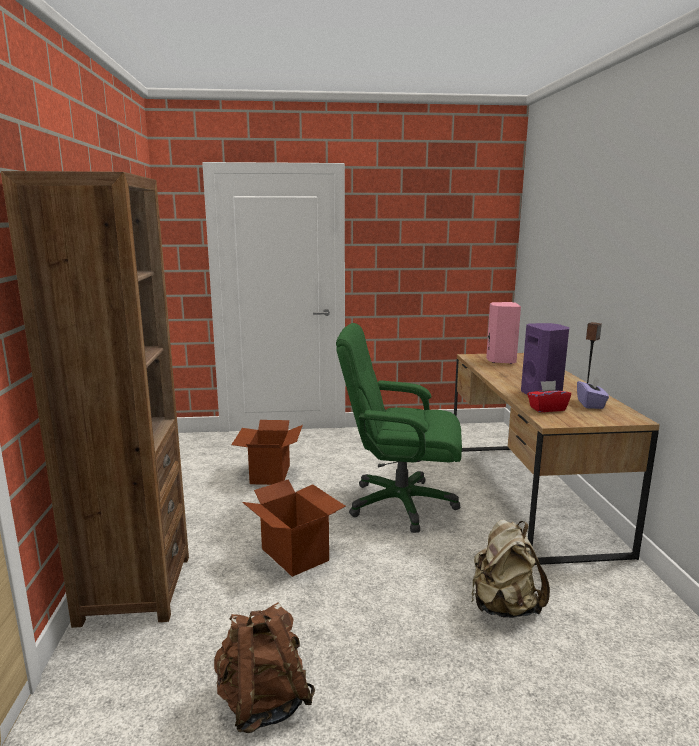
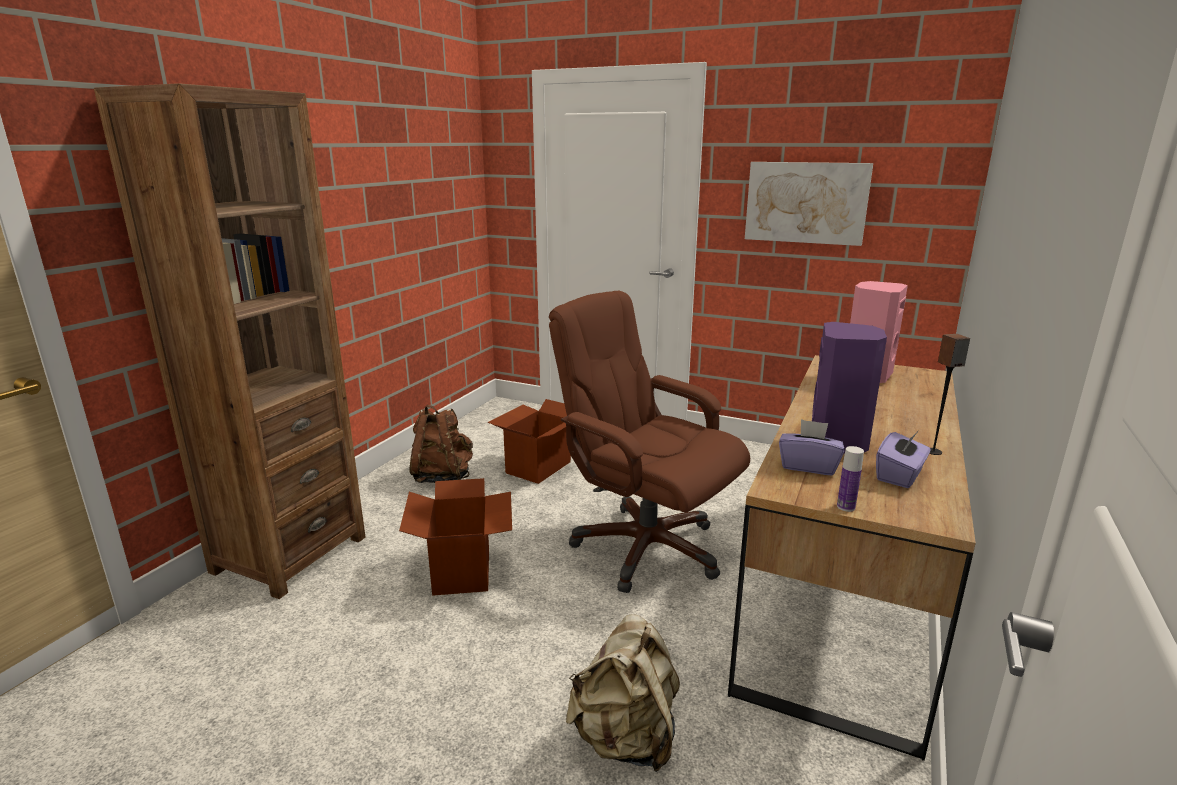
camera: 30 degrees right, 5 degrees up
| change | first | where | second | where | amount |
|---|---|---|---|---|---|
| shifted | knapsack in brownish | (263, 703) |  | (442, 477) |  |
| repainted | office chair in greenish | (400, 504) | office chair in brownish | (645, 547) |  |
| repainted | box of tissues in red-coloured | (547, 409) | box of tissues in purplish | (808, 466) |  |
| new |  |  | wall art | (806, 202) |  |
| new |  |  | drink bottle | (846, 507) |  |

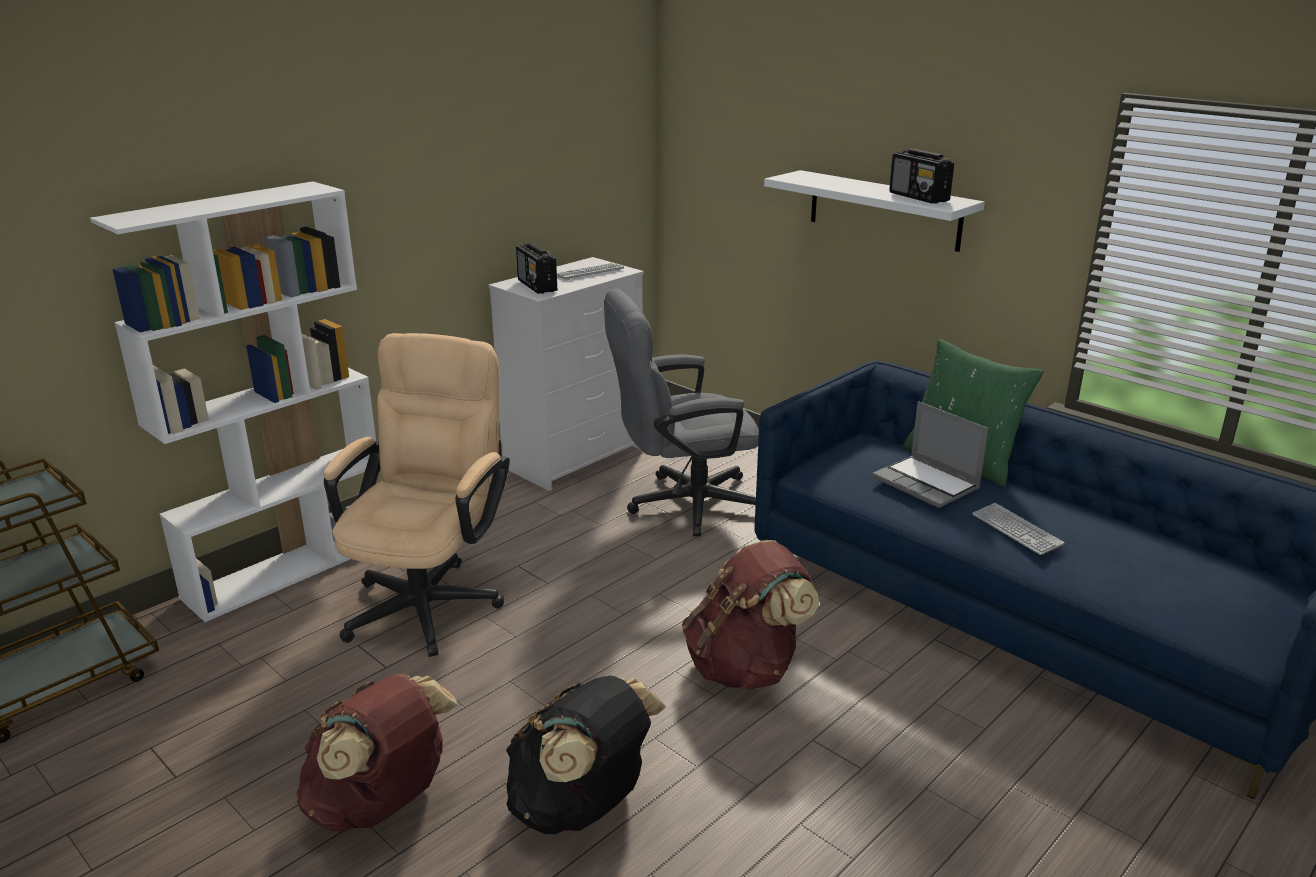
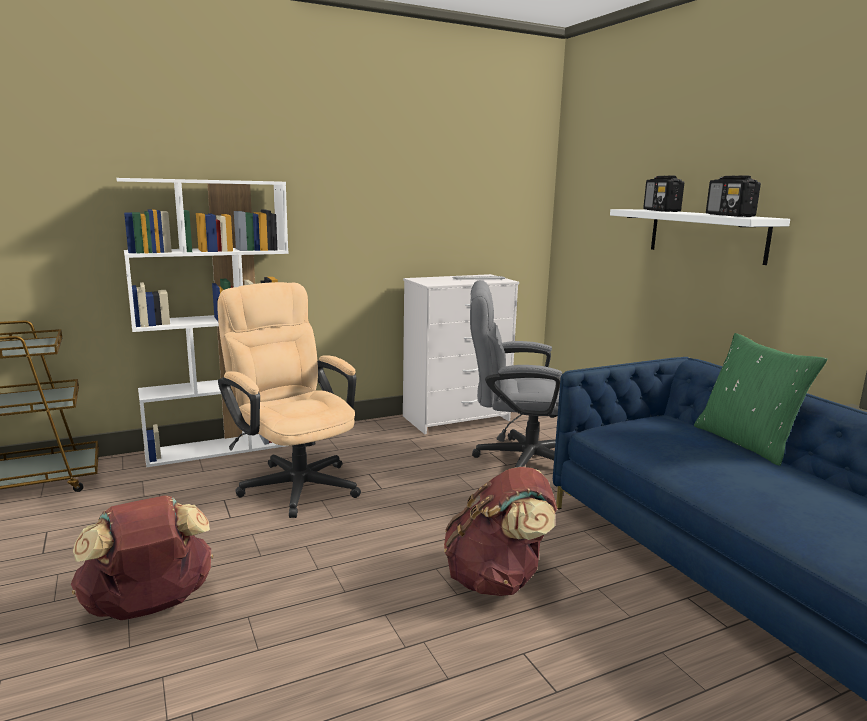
camera: 20 degrees right, 10 degrees down
| change | first | where | second | where | amount |
|---|---|---|---|---|---|
| rotated | office chair in beige-coloured | (430, 599) |  | (294, 482) | 75 degrees counterclockwise |
| gone | knapsack in blackish | (582, 806) |  |  |  |
| shifted | radio set | (537, 286) |  | (661, 211) |  |
| gone | portable computer | (927, 484) |  |  |  |
| gone | PC keyboard | (1016, 530) |  |  |  |

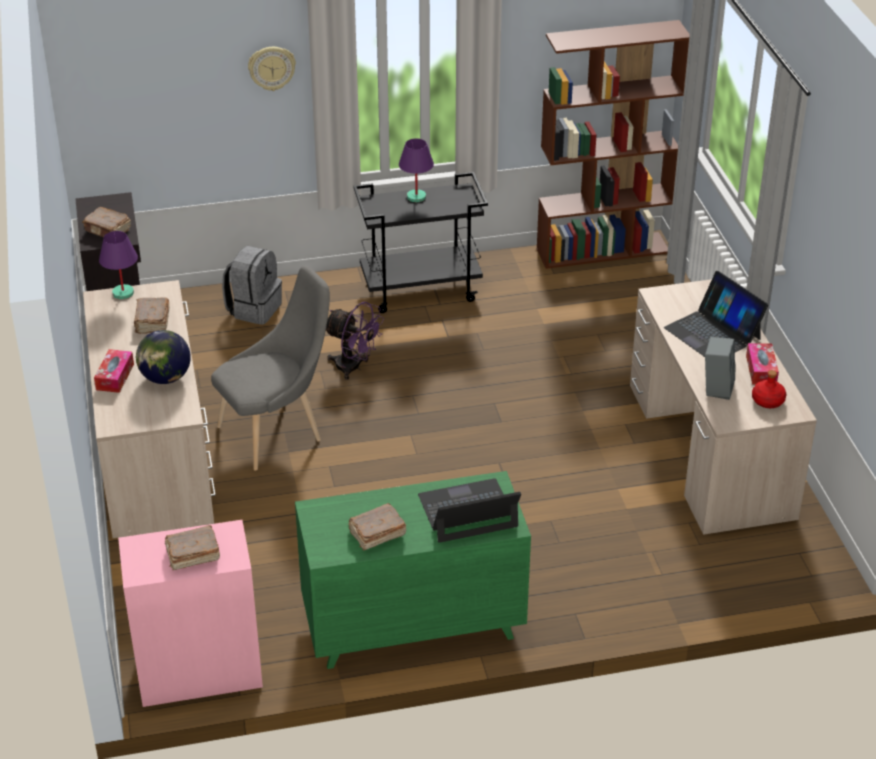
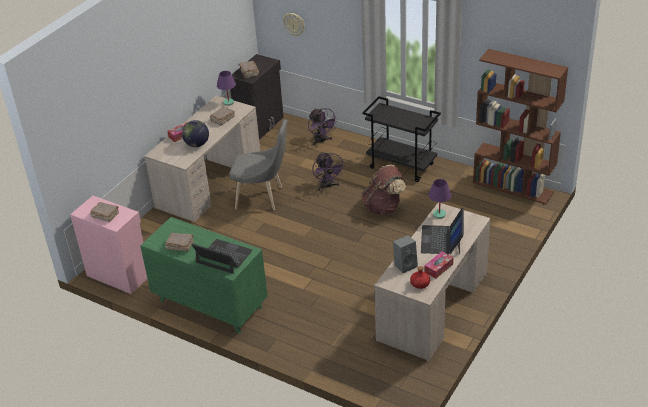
camera: 45 degrees right, 0 degrees up
| change | first | where | second | where | amount |
|---|---|---|---|---|---|
| swapped | knapsack in grey | (254, 309) | electric fan in purplish | (321, 141) |  |
| shifted | hanging clock | (271, 68) |  | (294, 24) |  |
| shifted | tabletop lamp in purplish | (416, 197) |  | (439, 214) |  |
| new |  |  | knapsack in brownish | (383, 207) |  |

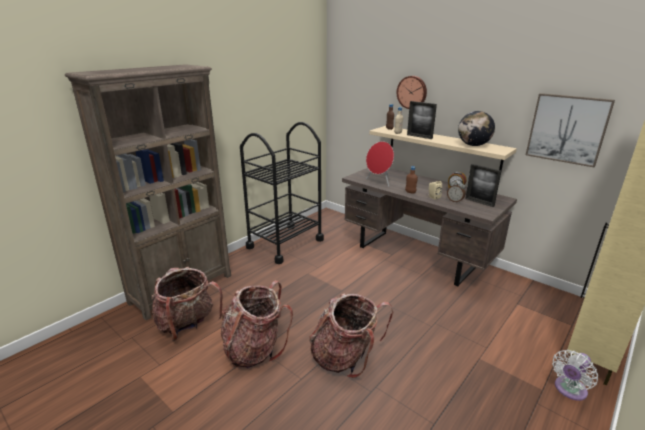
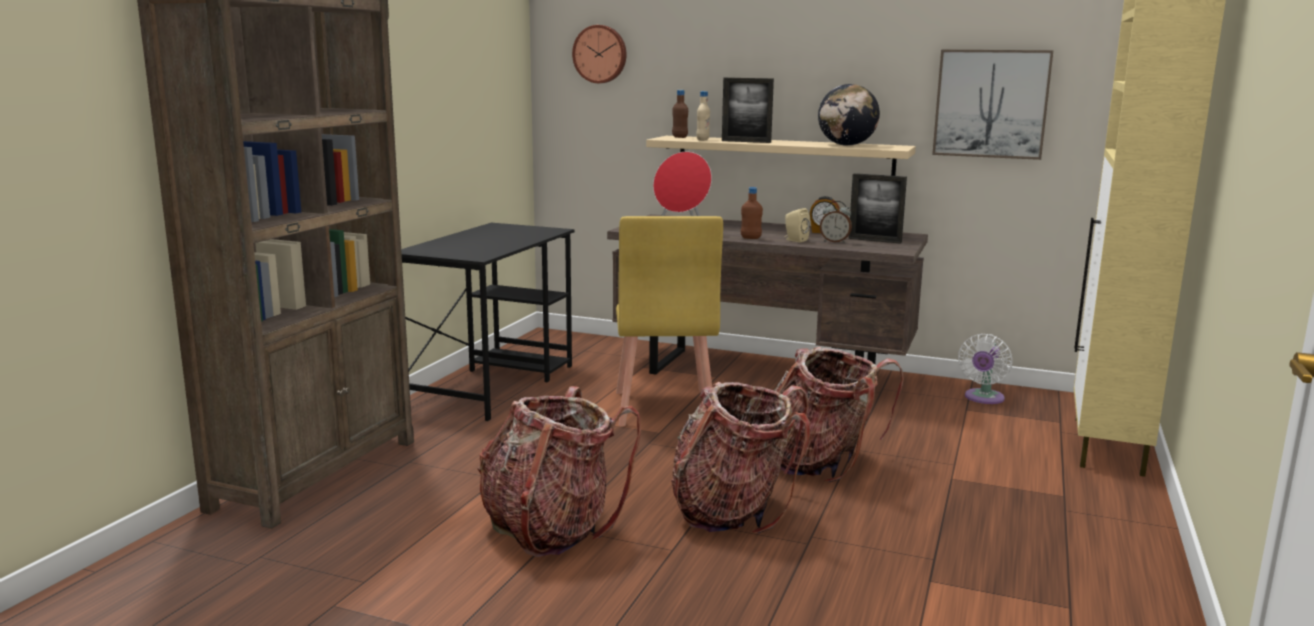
camera: 20 degrees left, 10 degrees down
| change | first | where | second | where | amount |
|---|---|---|---|---|---|
| shifted | knapsack | (187, 325) |  | (821, 464) |  |
| swapped | trolley in blackish | (285, 243) | desk in blackish | (493, 385) |  |
| shifted | hanging clock | (412, 92) |  | (600, 54) |  |
| shifted | electric fan in white | (569, 390) |  | (983, 398) |  |
| new |  |  | upright chair in yellowish | (663, 408) |  |

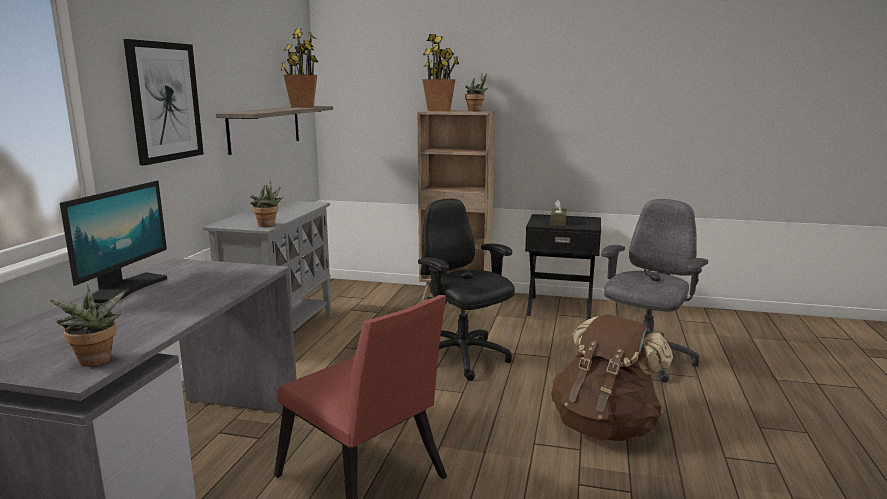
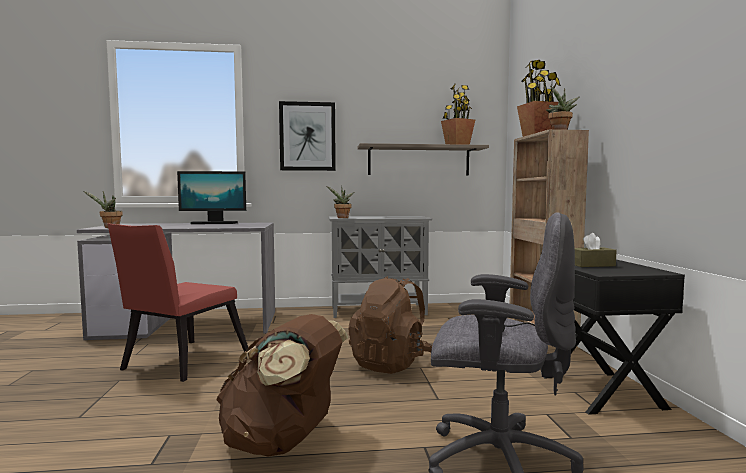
camera: 70 degrees right, 10 degrees down
| change | first | where | second | where | amount |
|---|---|---|---|---|---|
| swapped | office chair in blackish | (463, 359) | knapsack in brownish | (391, 363) |  |

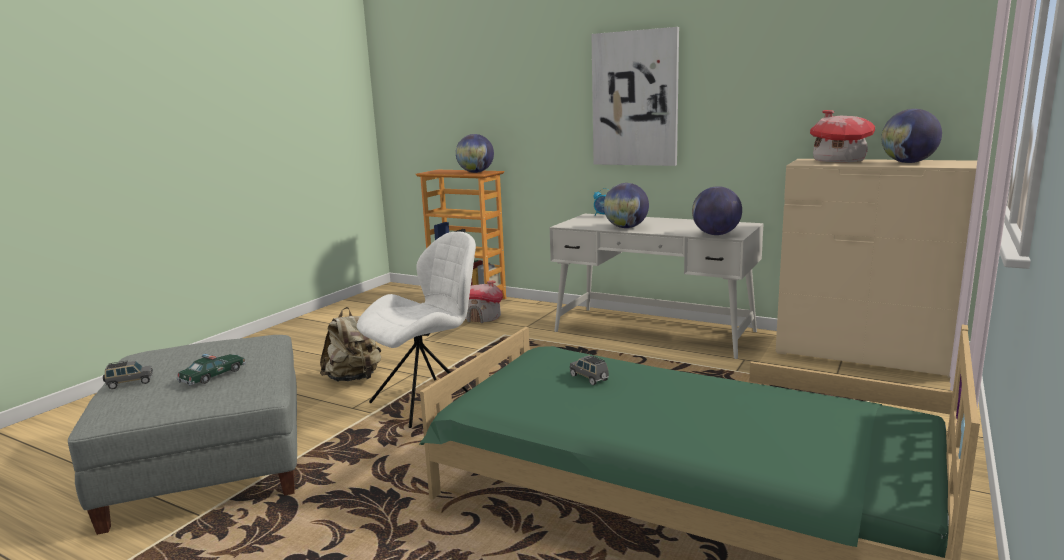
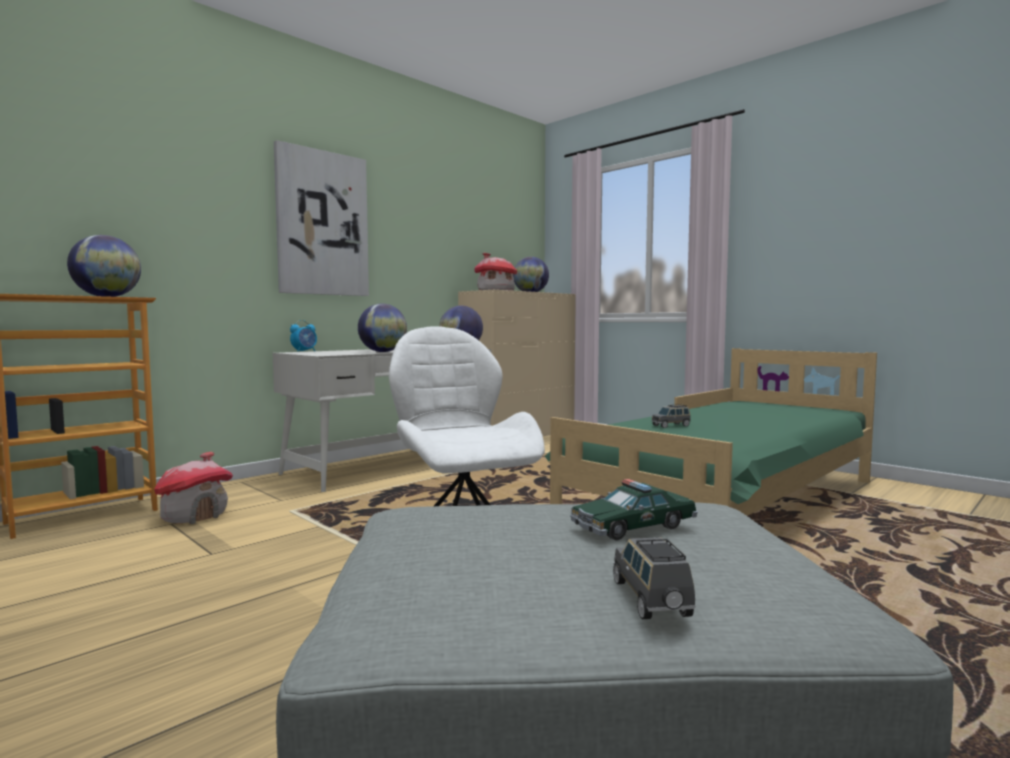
camera: 75 degrees left, 10 degrees down
| change | first | where | second | where | amount |
|---|---|---|---|---|---|
| rotated | toy car | (213, 376) |  | (633, 527) | 75 degrees counterclockwise |
| gone | knapsack in beige-coloured | (354, 379) |  |  |  |

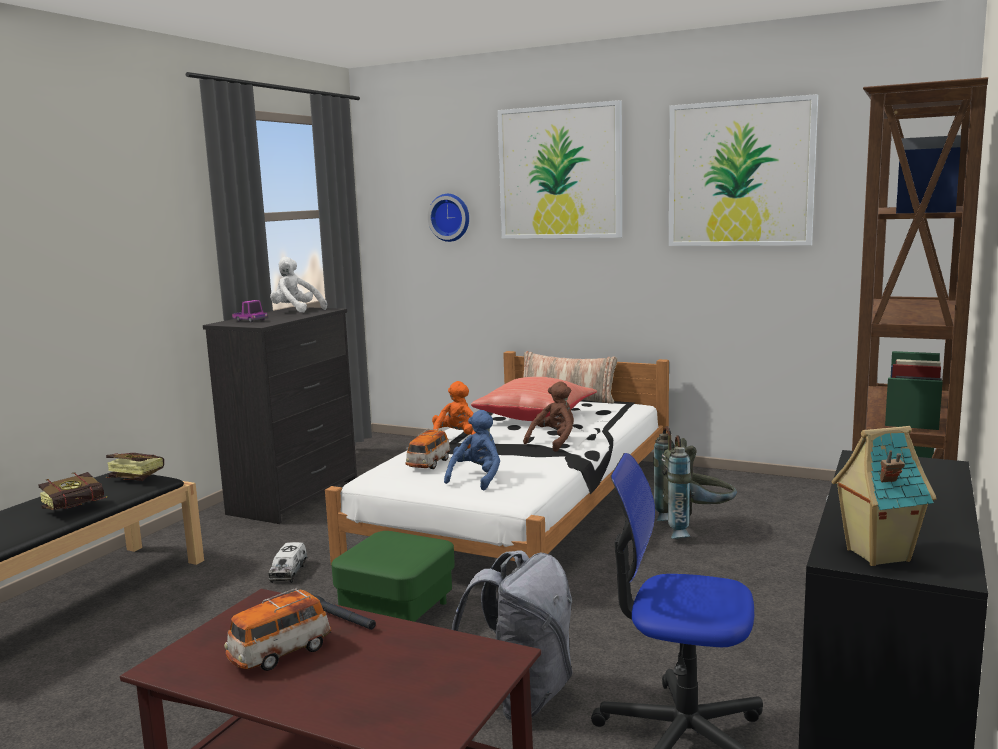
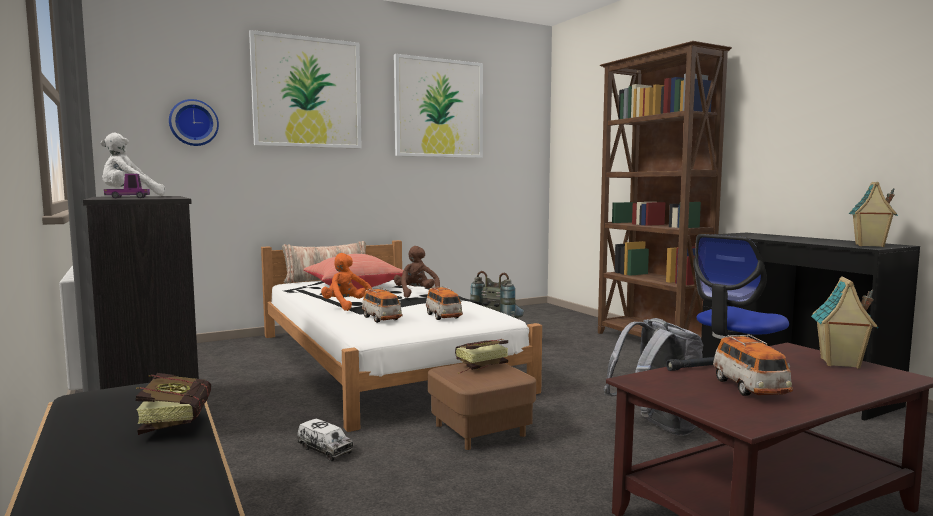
camera: 55 degrees left, 5 degrees down
| change | first | where | second | where | amount |
|---|---|---|---|---|---|
| shifted | book | (133, 478) |  | (477, 367) |  |
| repainted | footrest in greenish | (397, 612) | footrest in brownish | (480, 430) |  |
| swapped | soft toy in blue | (477, 478) | toy car | (443, 316) |  |
| new |  |  | miniature house | (839, 363) |  |

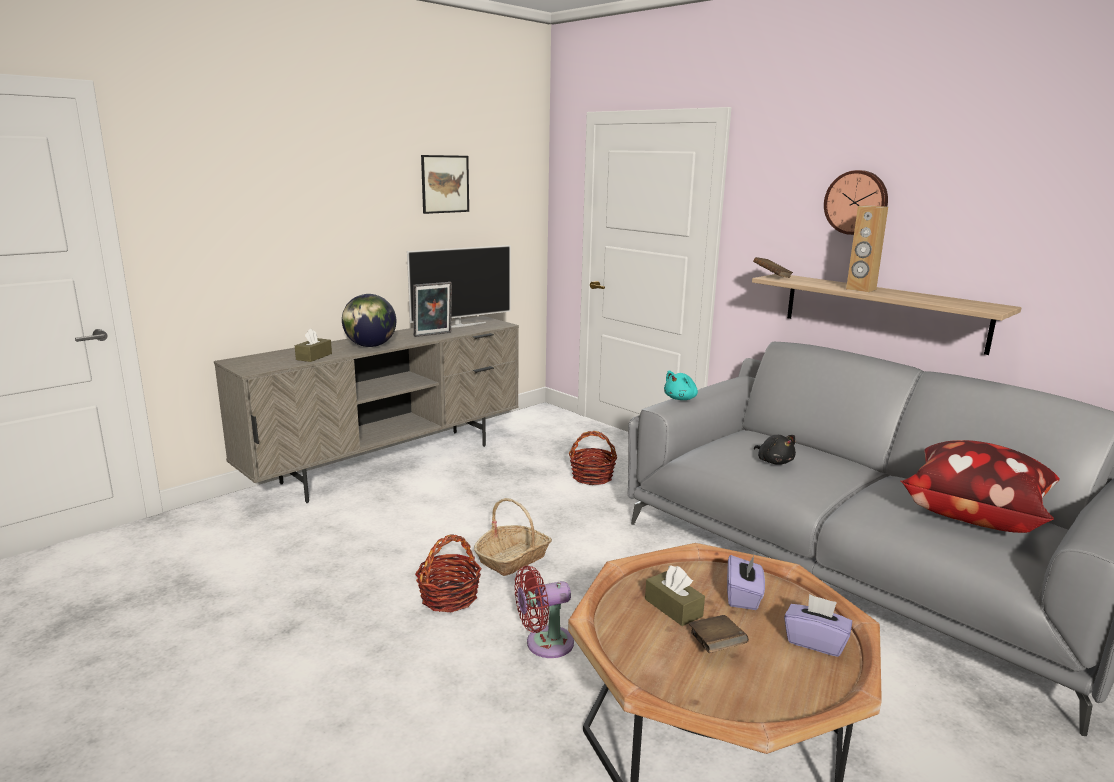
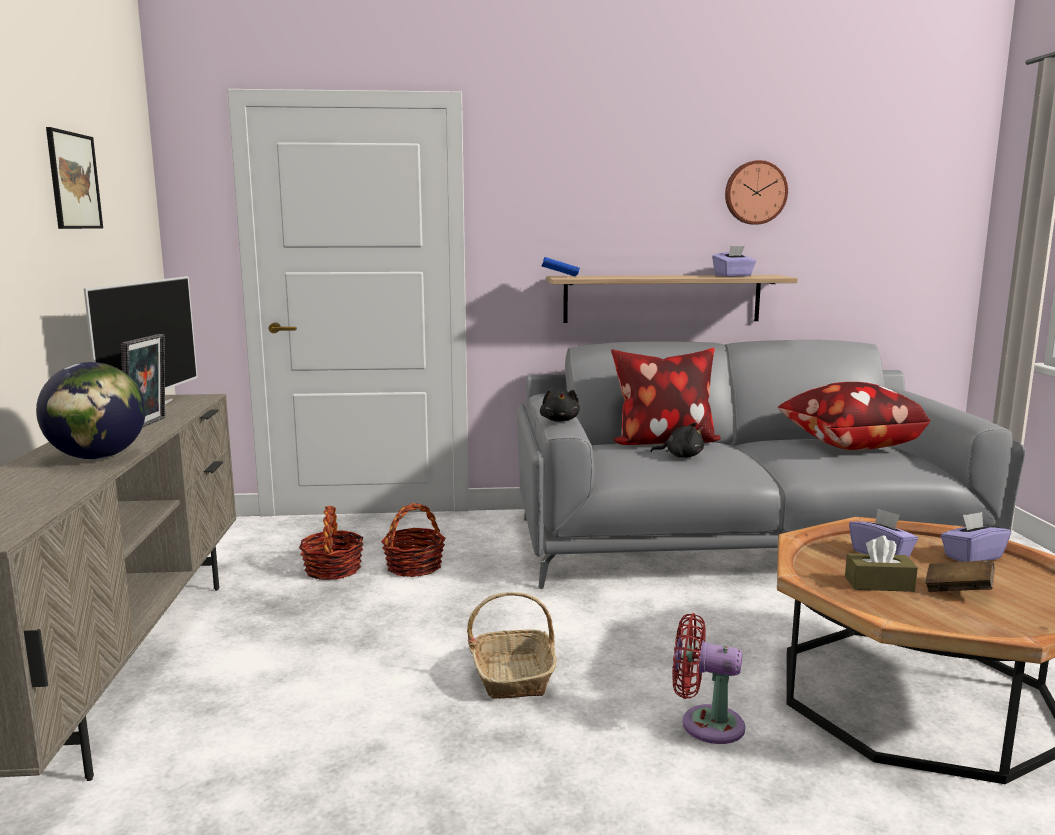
camera: 50 degrees left, 5 degrees down
| change | first | where | second | where | amount |
|---|---|---|---|---|---|
| gone | box of tissues in brownish | (314, 357) |  |  |  |
| shifted | storage basket | (449, 597) |  | (333, 569) |  |
| rotated | electric fan in red-coloured | (544, 644) |  | (705, 724) | 90 degrees clockwise |
| repainted | soft toy in turquoise-coloured | (681, 399) | soft toy in blackish | (560, 420) |  |
| repainted | book in brownish | (771, 276) | book in blue | (560, 277) |  |
| shifted | hanging clock | (856, 202) |  | (755, 192) |  |
| gone | loudspeaker in brownish | (861, 289) |  |  |  |
| new |  |  | cushion | (663, 443) |  |
| new |  |  | box of tissues in purplish | (733, 276) |  |

